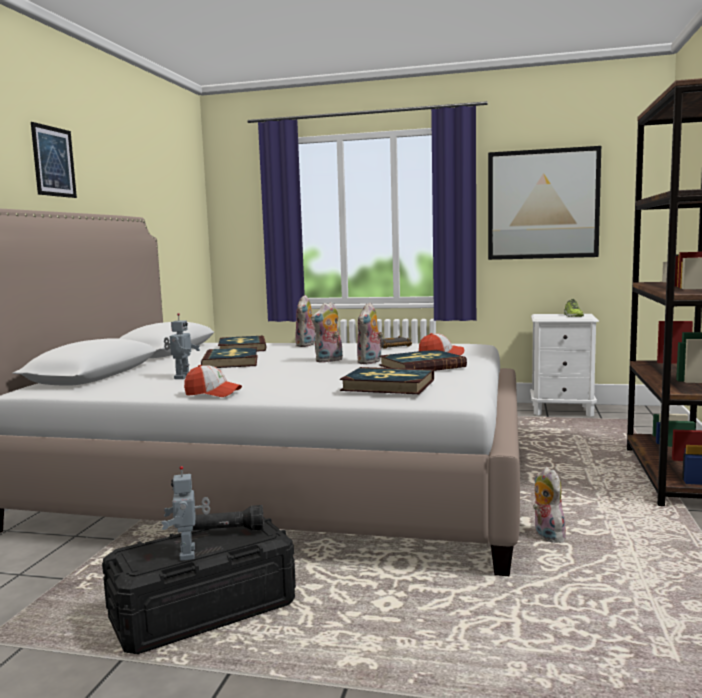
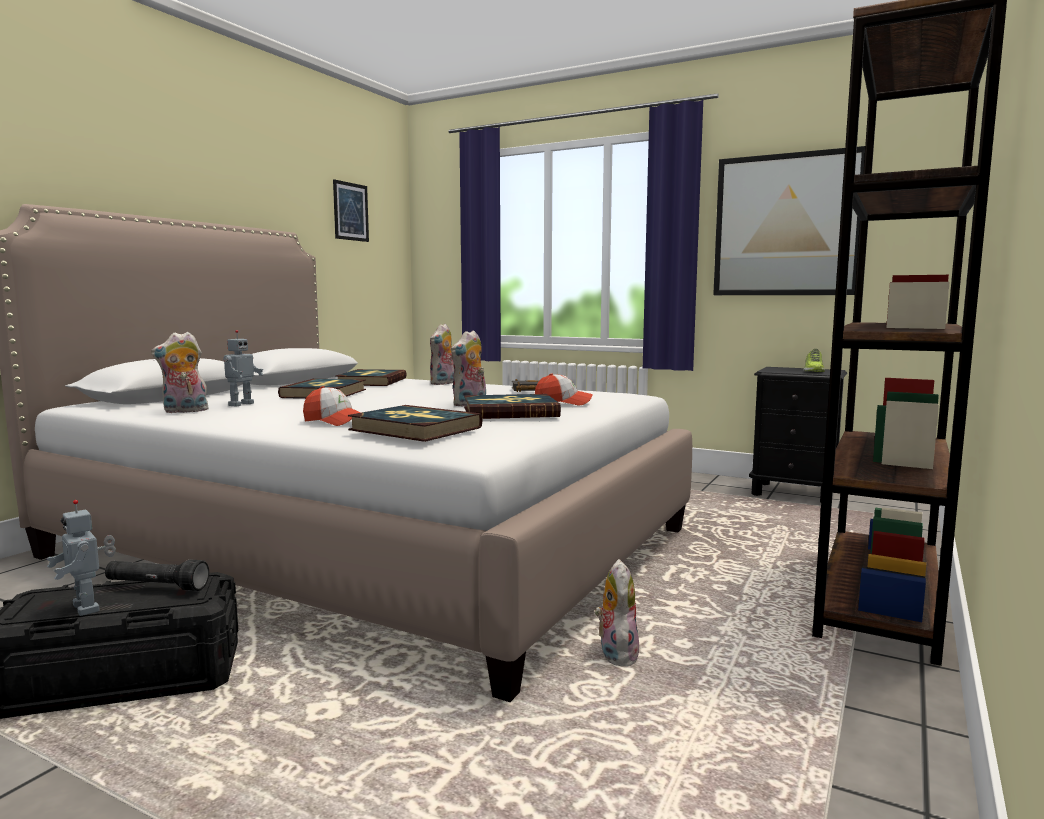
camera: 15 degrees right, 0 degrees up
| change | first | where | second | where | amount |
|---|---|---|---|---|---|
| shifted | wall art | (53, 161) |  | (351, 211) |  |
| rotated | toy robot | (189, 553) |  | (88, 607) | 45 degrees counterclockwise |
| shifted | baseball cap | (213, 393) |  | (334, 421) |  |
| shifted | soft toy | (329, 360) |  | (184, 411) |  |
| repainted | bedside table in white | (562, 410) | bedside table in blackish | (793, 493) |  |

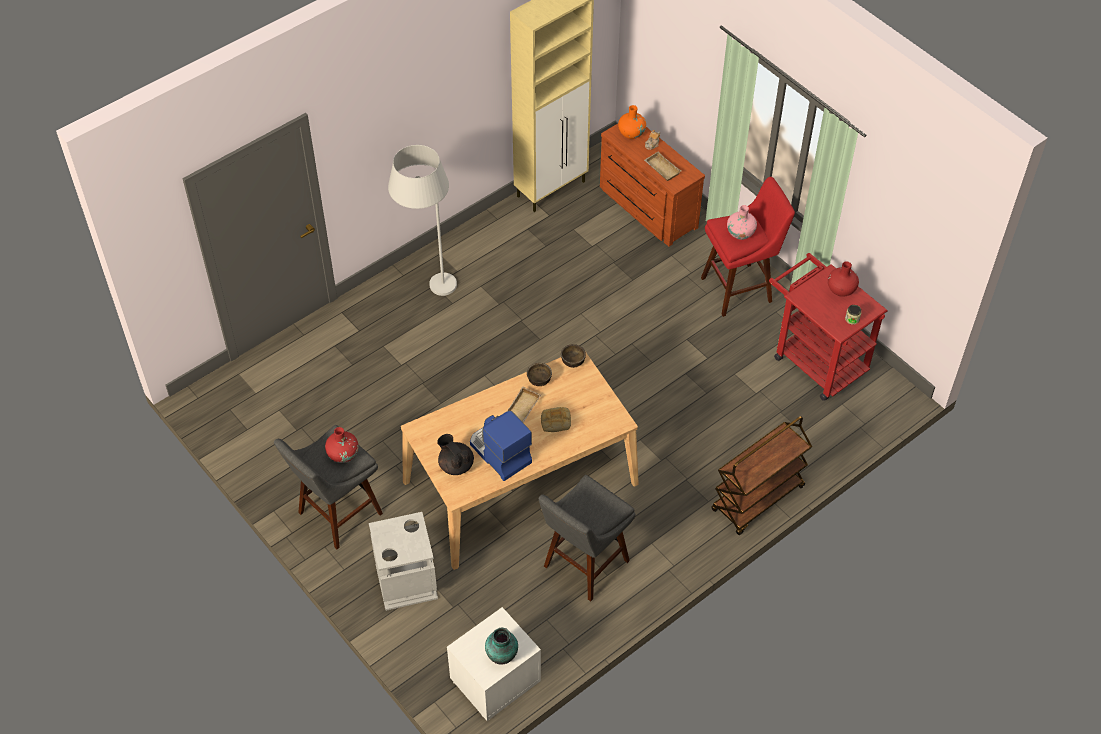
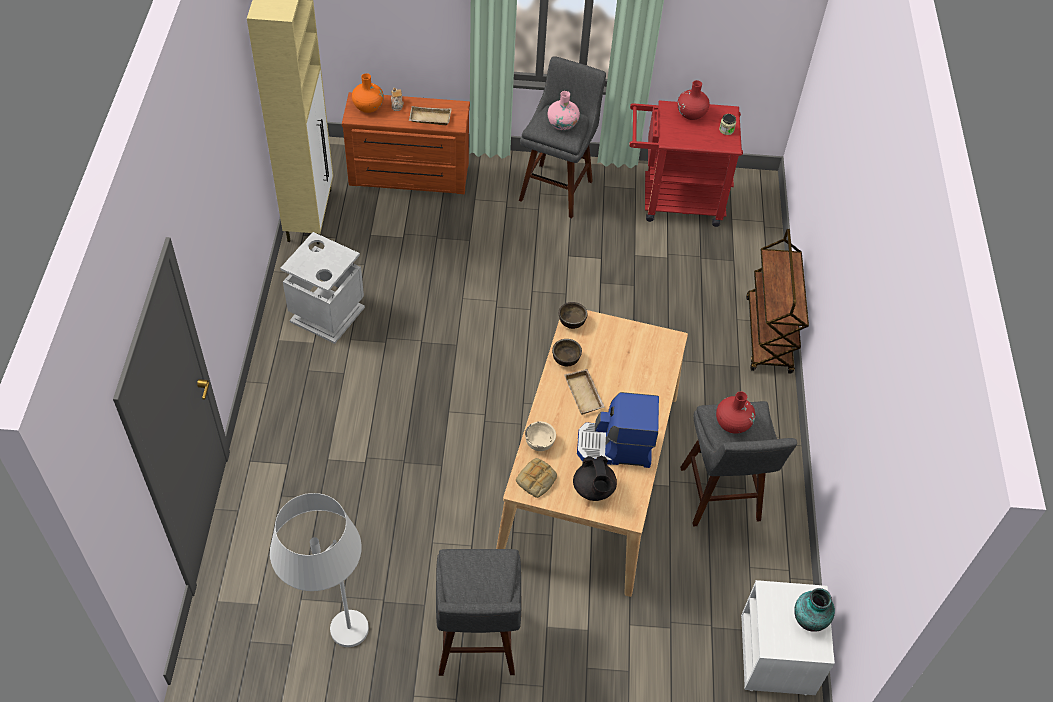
camera: 50 degrees left, 0 degrees up
| change | first | where | second | where | amount |
|---|---|---|---|---|---|
| shifted | flower vase in red-coloured | (343, 454) |  | (732, 423) |  |
| shifted | waste bin in grey | (407, 581) |  | (327, 314) |  |
| shifted | floor lamp in white | (427, 286) |  | (334, 645) |  |
| rotated | tea pot in blackish | (455, 465) |  | (594, 489) | 105 degrees counterclockwise |
| shifted | bread | (555, 422) |  | (536, 480) |  |
| repainted | stool seat in red-coloured | (740, 288) | stool seat in grey | (557, 187) |  |
| new |  |  | bowl in beige-coloured | (539, 443) |  |

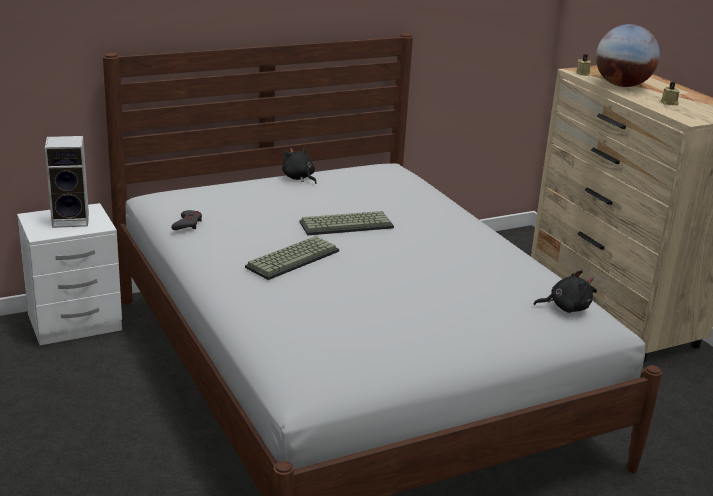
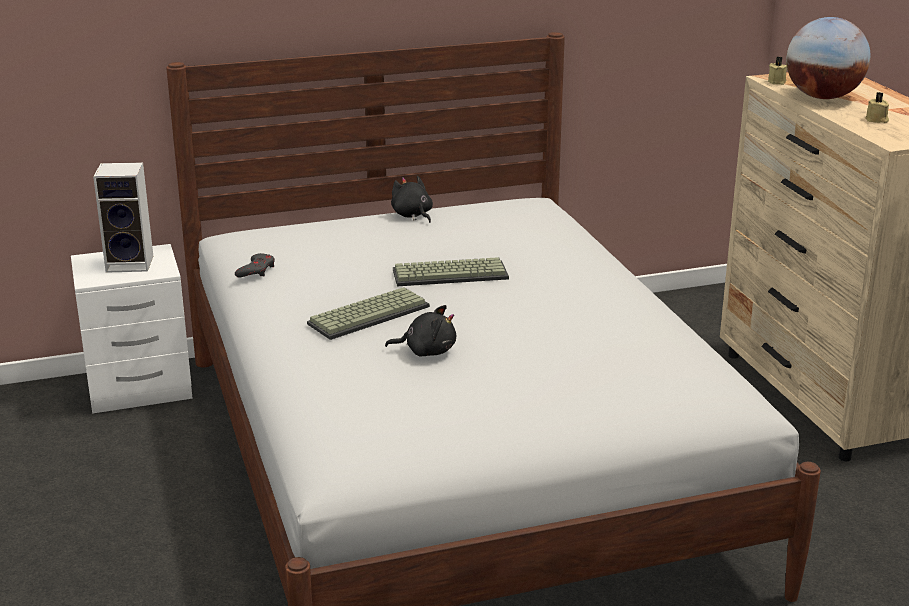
camera: 10 degrees right, 0 degrees up
| change | first | where | second | where | amount |
|---|---|---|---|---|---|
| shifted | soft toy in blackish | (566, 307) |  | (427, 351) |  |

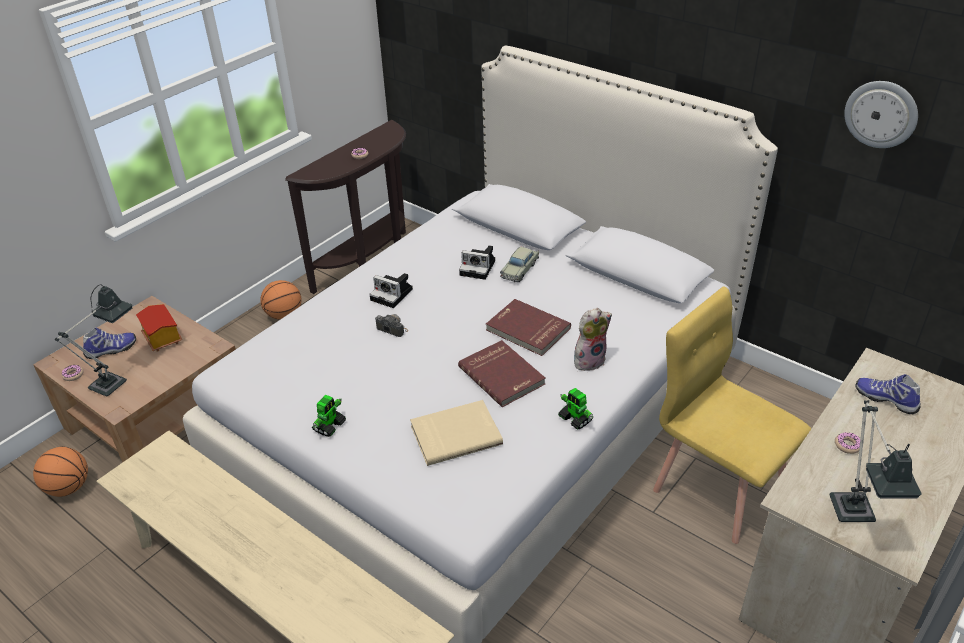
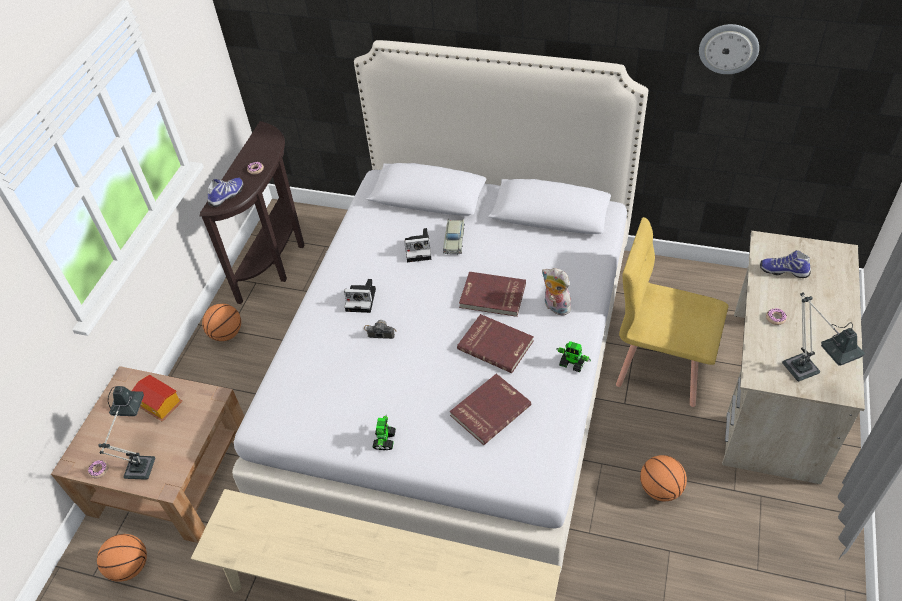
camera: 20 degrees left, 10 degrees up
| change | first | where | second | where | amount |
|---|---|---|---|---|---|
| shifted | shoe | (111, 350) |  | (227, 196) |  |
| repainted | book in beige-coloured | (455, 434) | book in red-coloured | (489, 410) |  |
| rotated | soft toy | (589, 360) |  | (555, 307) | 90 degrees counterclockwise |
| new |  |  | ball for basketball | (660, 489) |  |

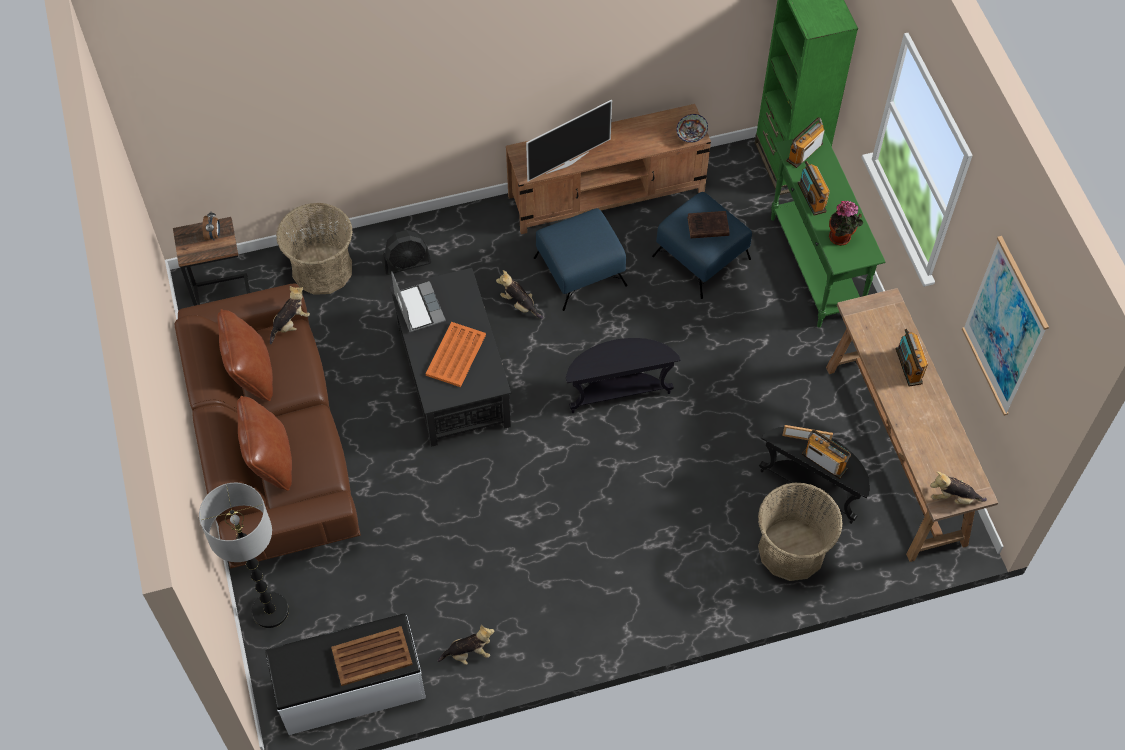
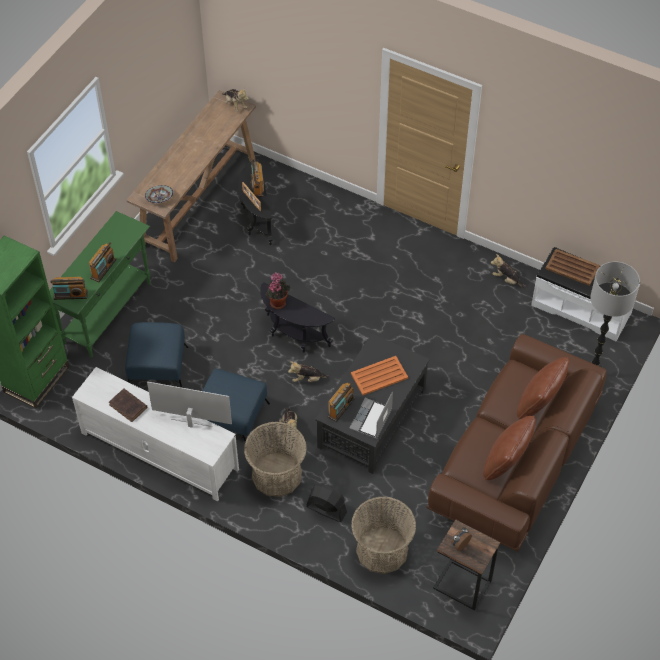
camera: 135 degrees left, 5 degrees down
| change | first | where | second | where | amount |
|---|---|---|---|---|---|
| shifted | soft toy | (290, 324) |  | (307, 379) |  |
| repainted | tv unit in brownish | (607, 194) | tv unit in white | (159, 451) |  |
| shifted | bowl | (691, 134) |  | (160, 199) |  |
| shifted | book in brownish | (706, 227) |  | (129, 407) |  |
| shifted | storage basket | (791, 550) |  | (277, 475) |  |
| shifted | plant in a pot | (841, 238) |  | (277, 302) |  |
| shifted | radio set | (908, 366) |  | (341, 407) |  |
| gone | wall art | (1004, 327) |  |  |  |

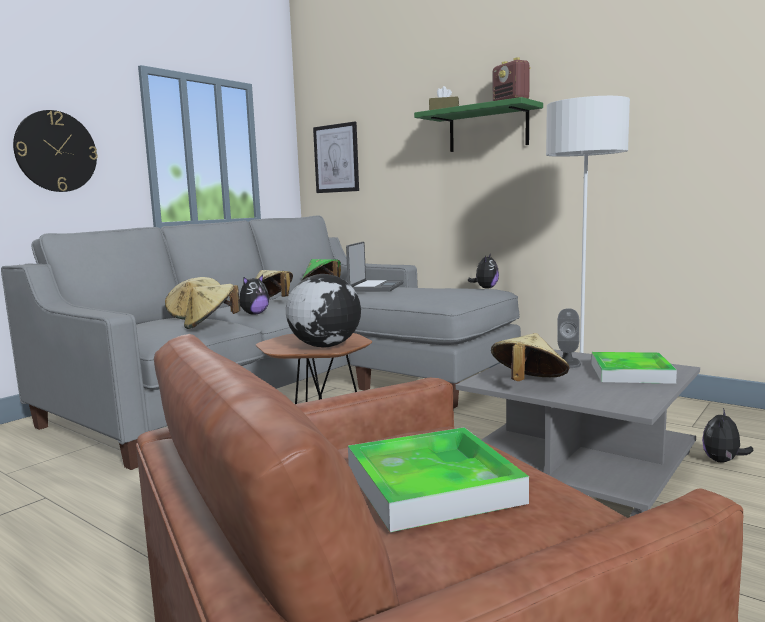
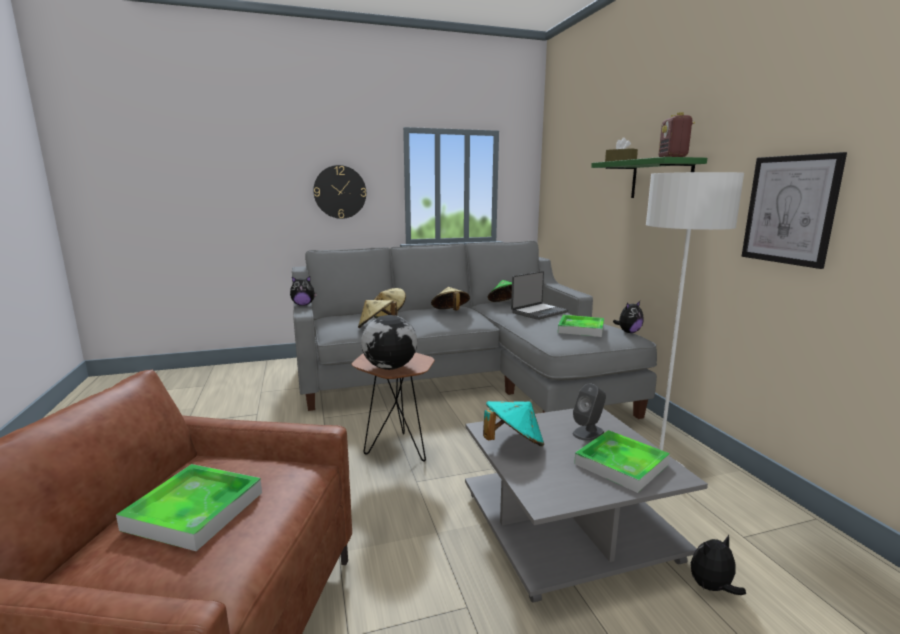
camera: 35 degrees right, 5 degrees up
| change | first | where | second | where | amount |
|---|---|---|---|---|---|
| shifted | soft toy | (254, 314) |  | (303, 305) |  |
| shifted | wall art | (336, 158) |  | (790, 210) |  |
| repainted | hat in beige-coloured | (528, 384) | hat in turquoise-coloured | (513, 443) |  |
| new |  |  | tray | (581, 329) |  |

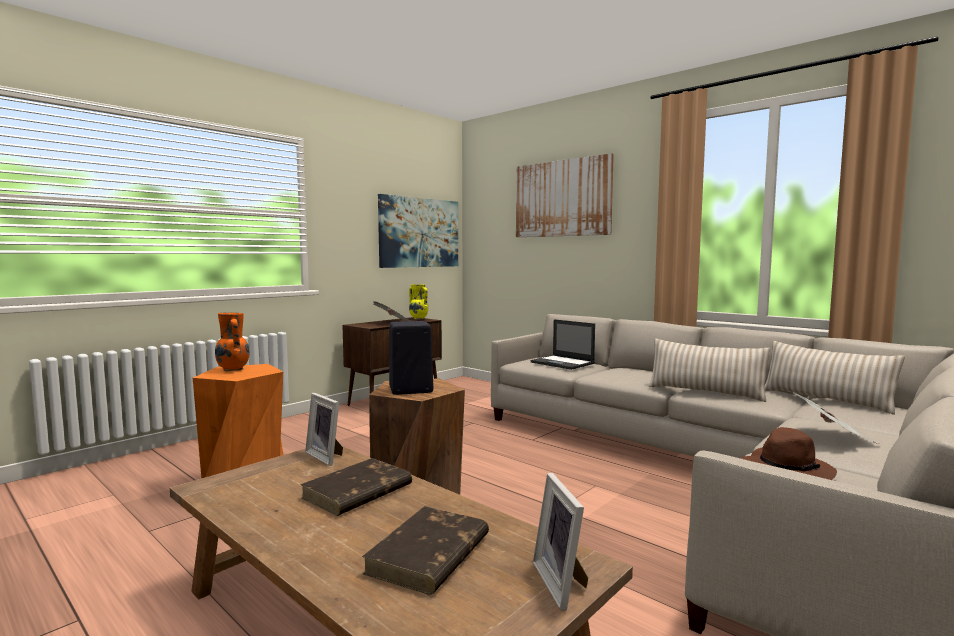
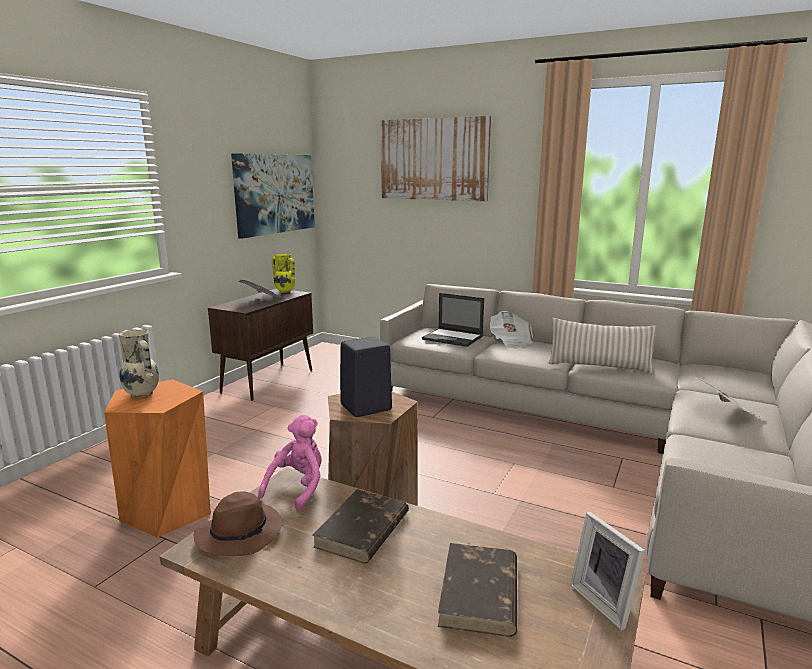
camera: 15 degrees left, 10 degrees up
| change | first | where | second | where | amount |
|---|---|---|---|---|---|
| repainted | flower vase in orange-coloured | (233, 370) | flower vase in beige-coloured | (142, 394) |  |
| swapped | photo frame | (327, 456) | soft toy in pinkish | (298, 488) |  |
| shifted | hat in brownish | (787, 470) |  | (241, 533) |  |
| gone | cushion in beige-coloured | (826, 400) |  |  |  |
| new |  |  | newspaper | (510, 342) |  |

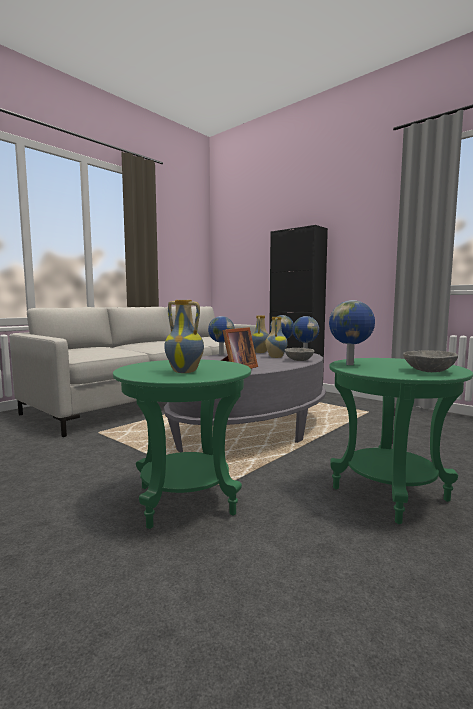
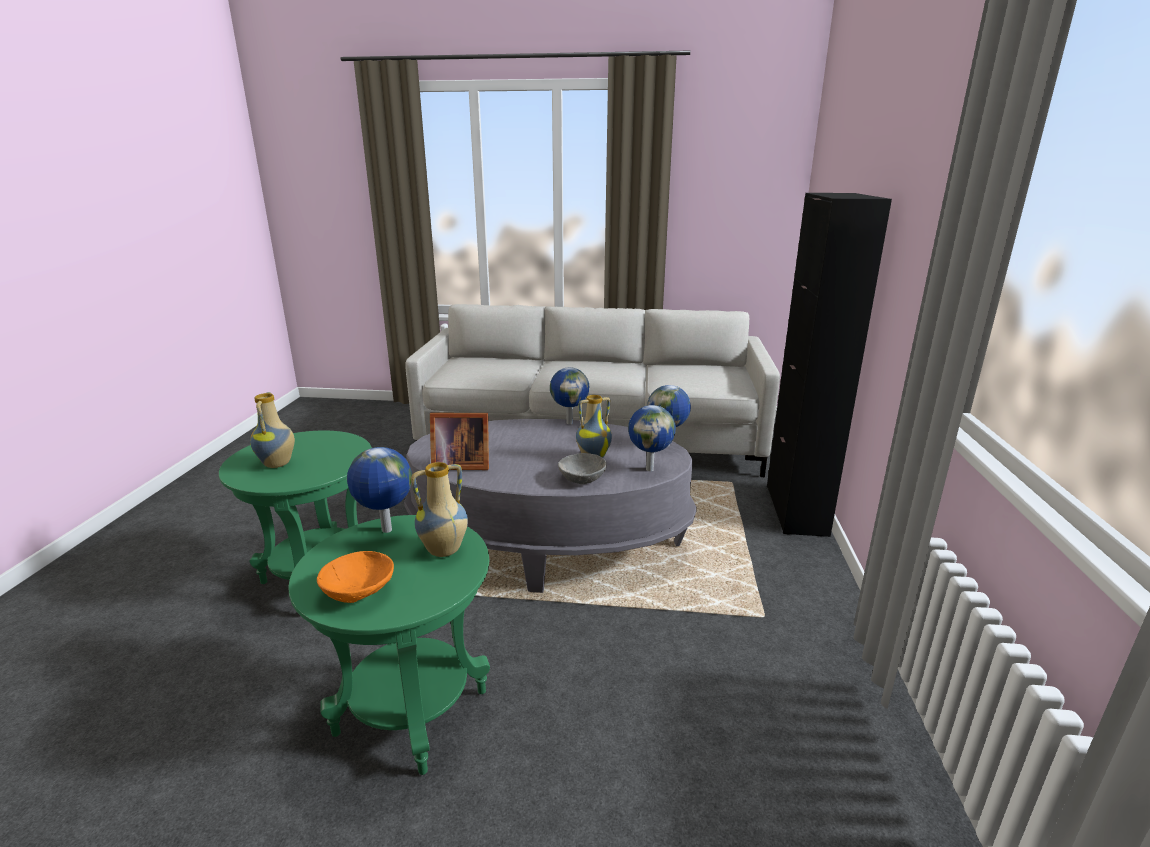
camera: 55 degrees right, 15 degrees up
| change | first | where | second | where | amount |
|---|---|---|---|---|---|
| shifted | flower vase | (260, 352) |  | (444, 551) |  |
| repainted | bowl in grey | (429, 371) | bowl in orange-coloured | (360, 593) |  |

